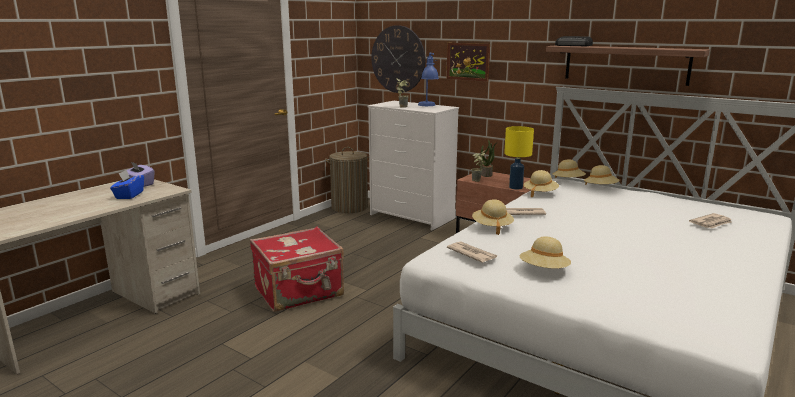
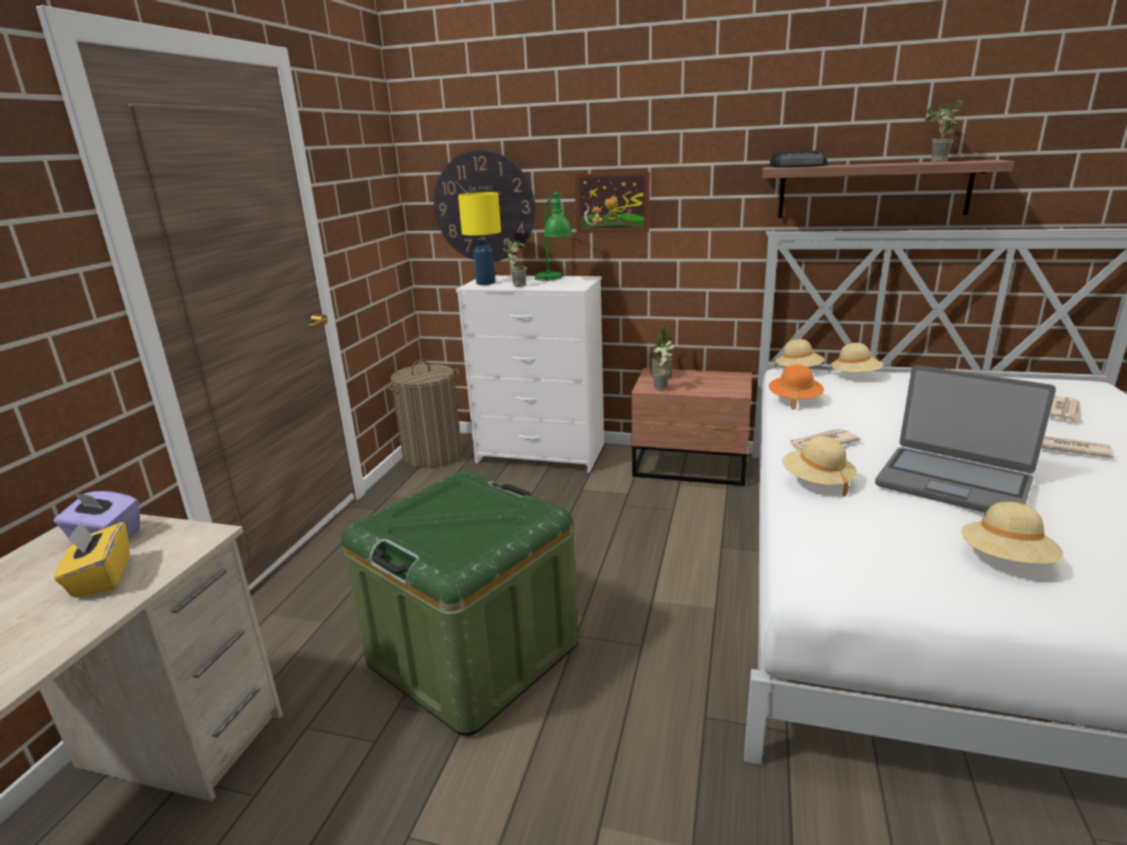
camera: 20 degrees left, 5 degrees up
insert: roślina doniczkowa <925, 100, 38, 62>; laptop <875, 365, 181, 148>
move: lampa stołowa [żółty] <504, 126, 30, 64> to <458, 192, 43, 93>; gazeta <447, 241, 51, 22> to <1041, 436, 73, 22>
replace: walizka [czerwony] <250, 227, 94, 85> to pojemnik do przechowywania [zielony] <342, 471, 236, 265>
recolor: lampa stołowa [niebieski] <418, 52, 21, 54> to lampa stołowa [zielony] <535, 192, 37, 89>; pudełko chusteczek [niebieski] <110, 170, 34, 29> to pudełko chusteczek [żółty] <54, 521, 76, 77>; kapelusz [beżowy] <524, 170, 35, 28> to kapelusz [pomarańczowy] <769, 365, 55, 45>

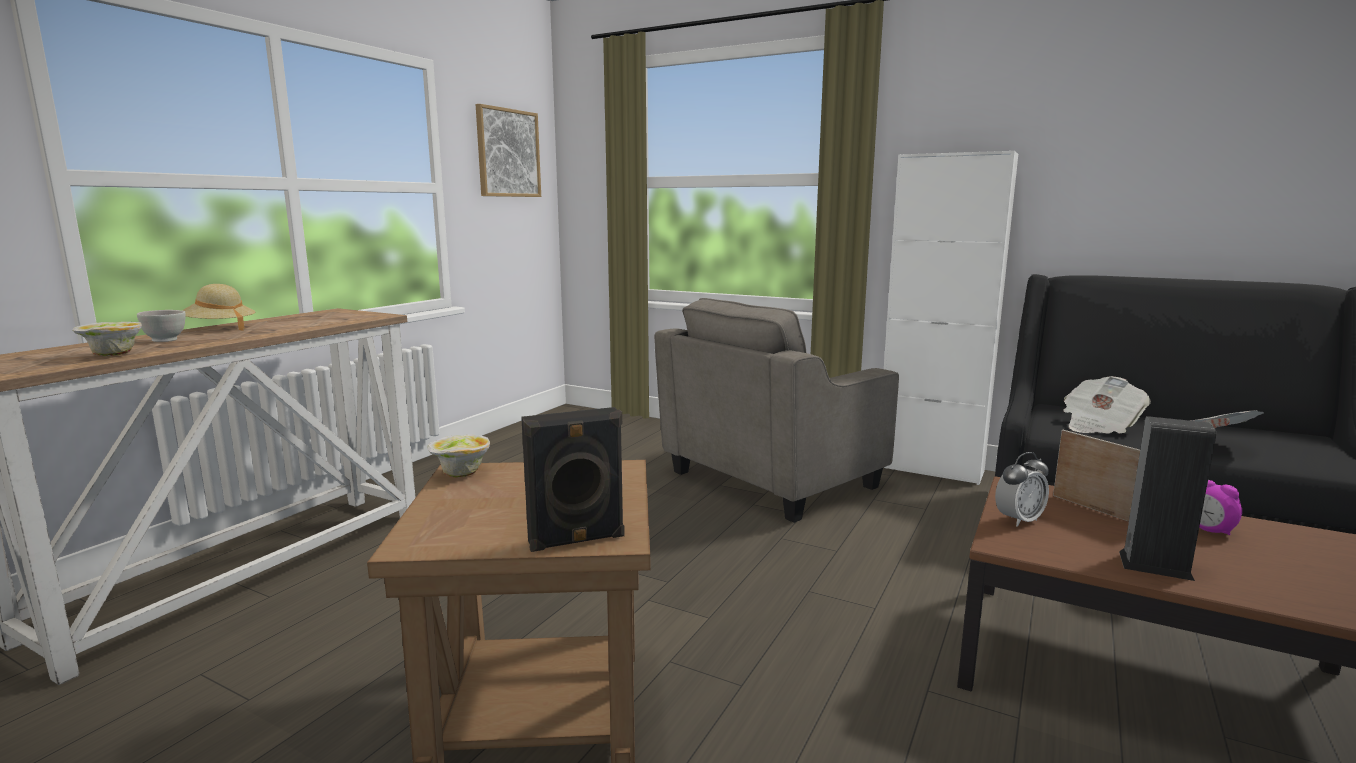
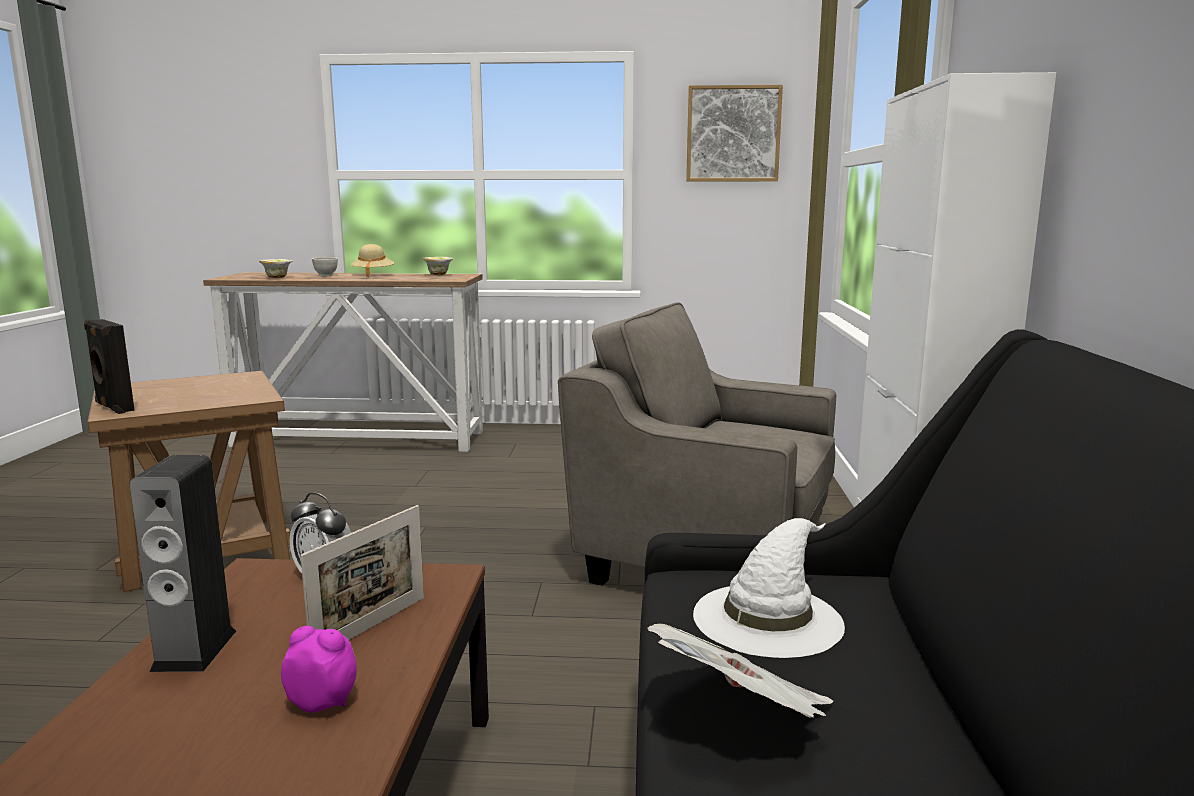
camera: 65 degrees right, 0 degrees up
move: miska <428, 435, 62, 43> to <423, 257, 30, 18>
replace: gazeta <1063, 376, 88, 58> to kapelusz [biały] <693, 518, 152, 140>
rotate: budzik <1199, 480, 43, 55> = <281, 626, 76, 87> 75 degrees clockwise

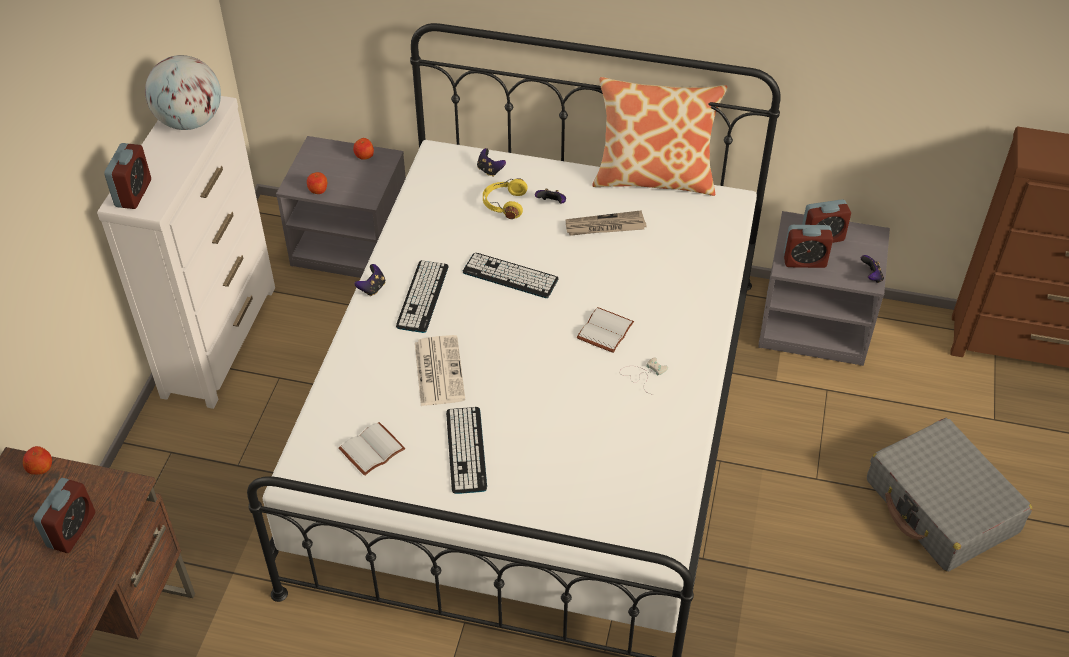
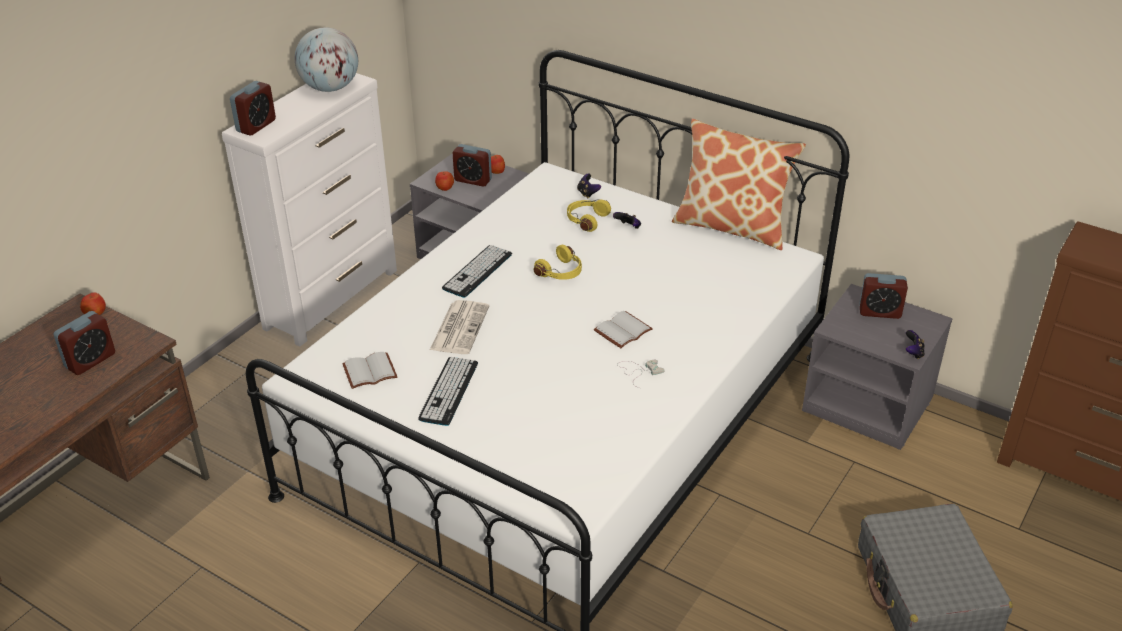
camera: 20 degrees right, 10 degrees down
delete: gazeta <566, 210, 81, 26>; pad do gier <354, 264, 31, 32>
move: budzik <784, 225, 49, 43> to <453, 144, 39, 43>
replace: klawiatura <463, 253, 95, 45> to słuchawki [żółty] <534, 245, 48, 35>

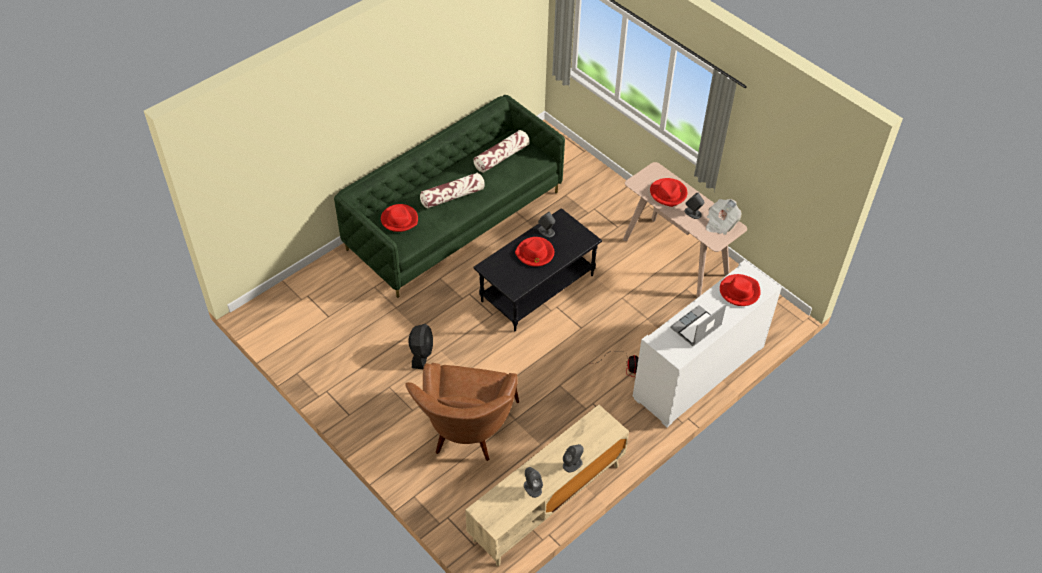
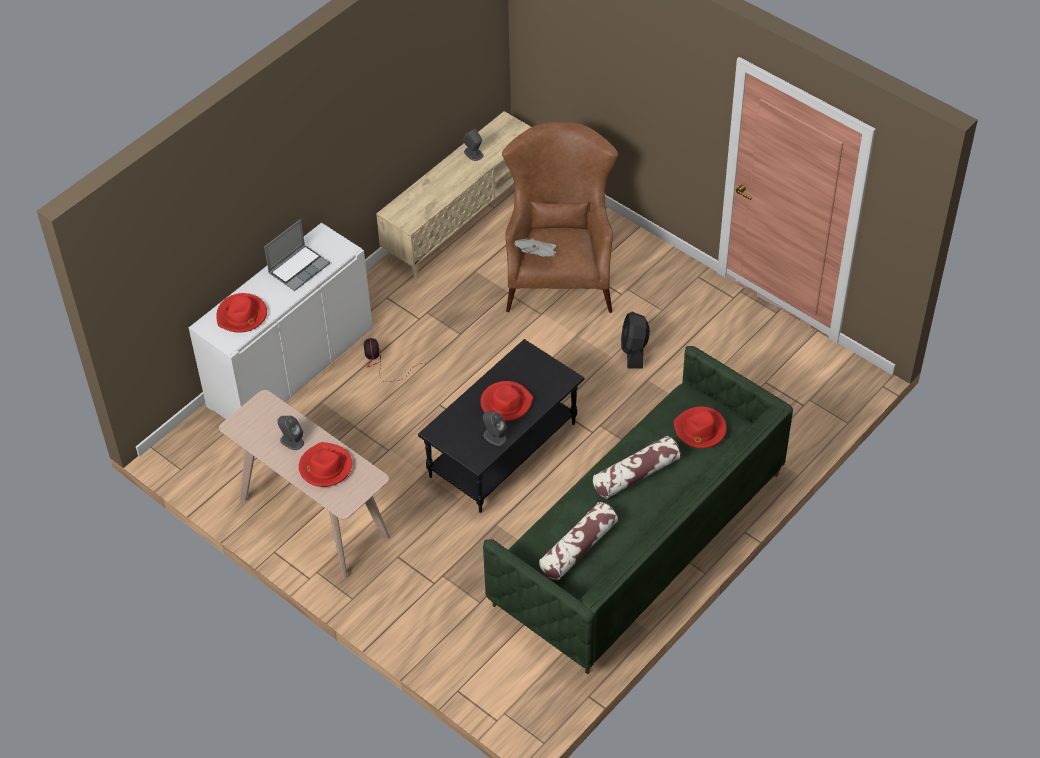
camera: 175 degrees right, 0 degrees up
delete: głośnik [szary] <563, 444, 21, 29>
move: gazeta <706, 199, 35, 36> to <515, 238, 41, 19>

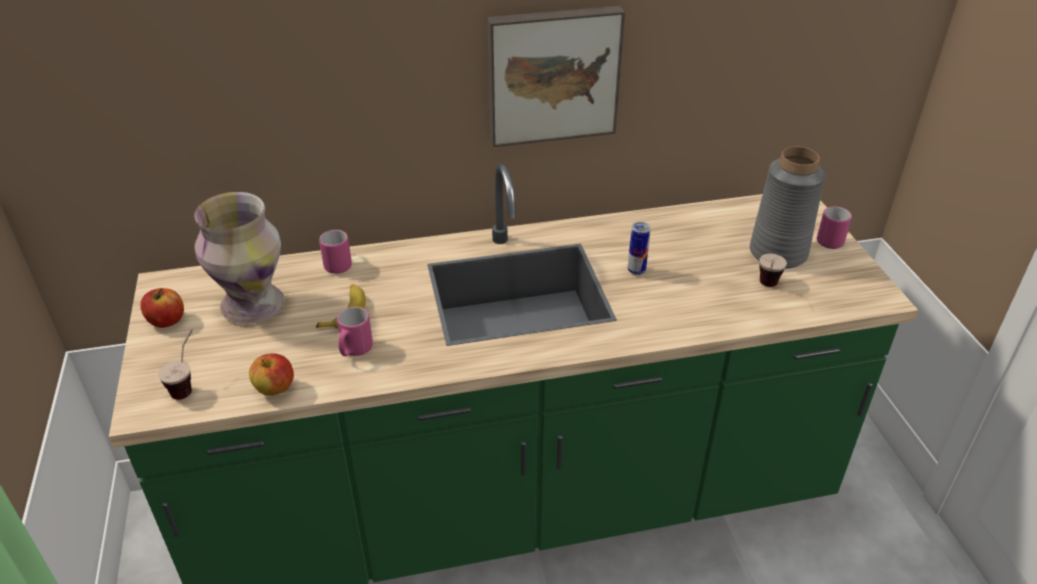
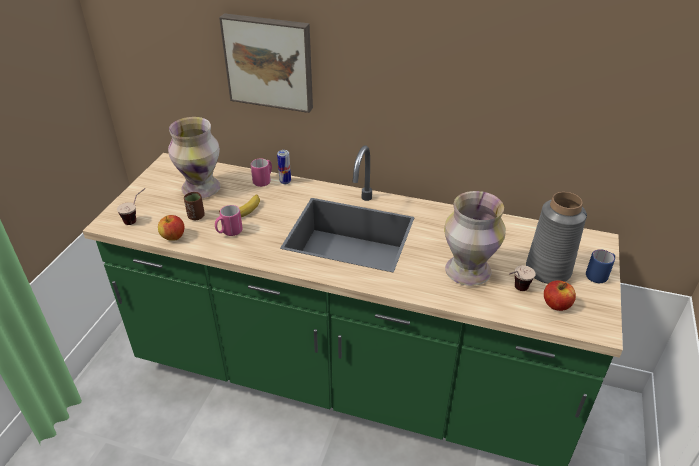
camera: 30 degrees right, 0 degrees up
insert: wazon <444, 191, 62, 95>; filiżanka [brązowy] <184, 192, 21, 28>
move: obraz <487, 6, 138, 141> to <219, 13, 94, 100>; puszka <628, 222, 23, 53> to <277, 150, 14, 34>; jabłko <140, 288, 44, 40> to <544, 280, 32, 31>
recolor: kubek [różowy] <817, 206, 35, 43> to kubek [niebieski] <586, 249, 29, 34>

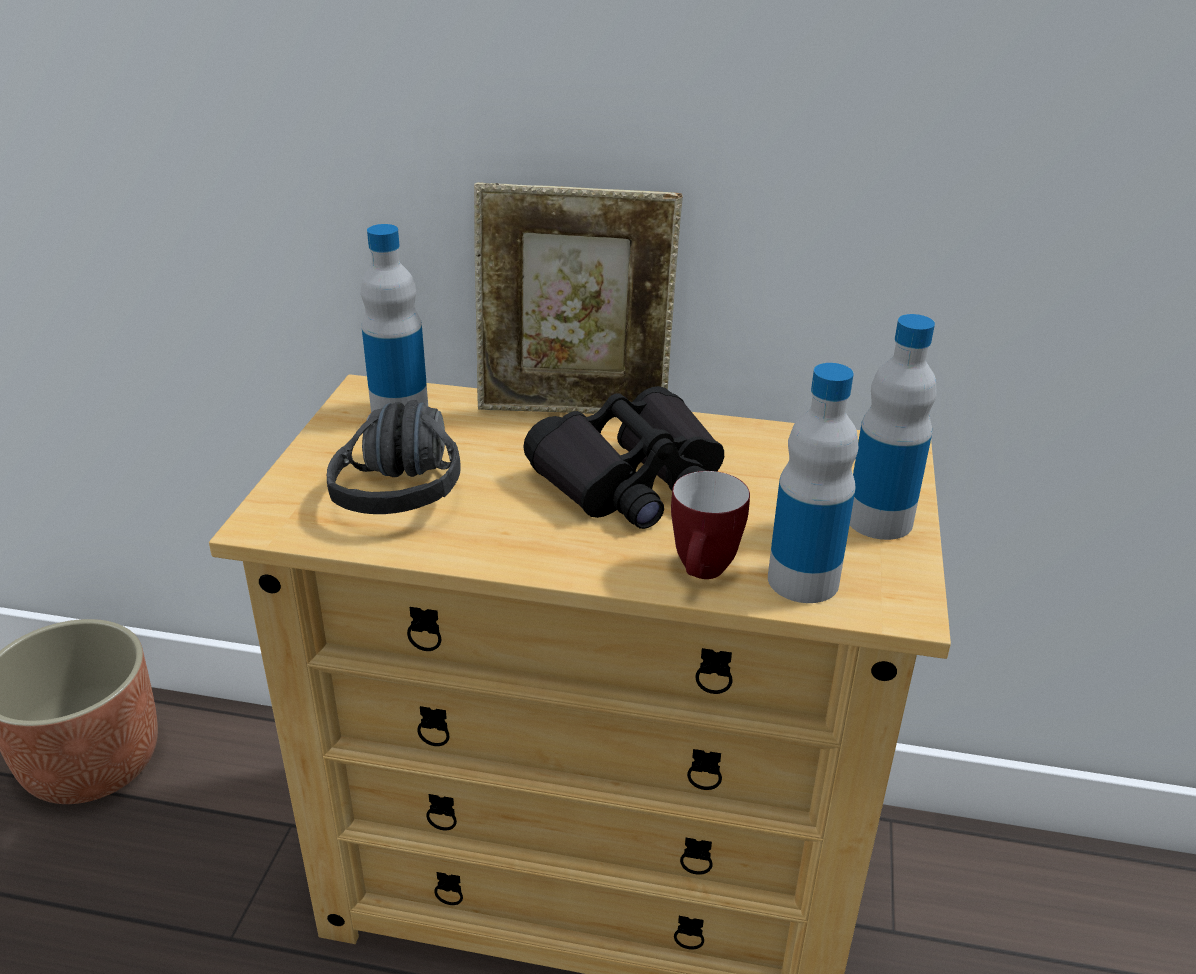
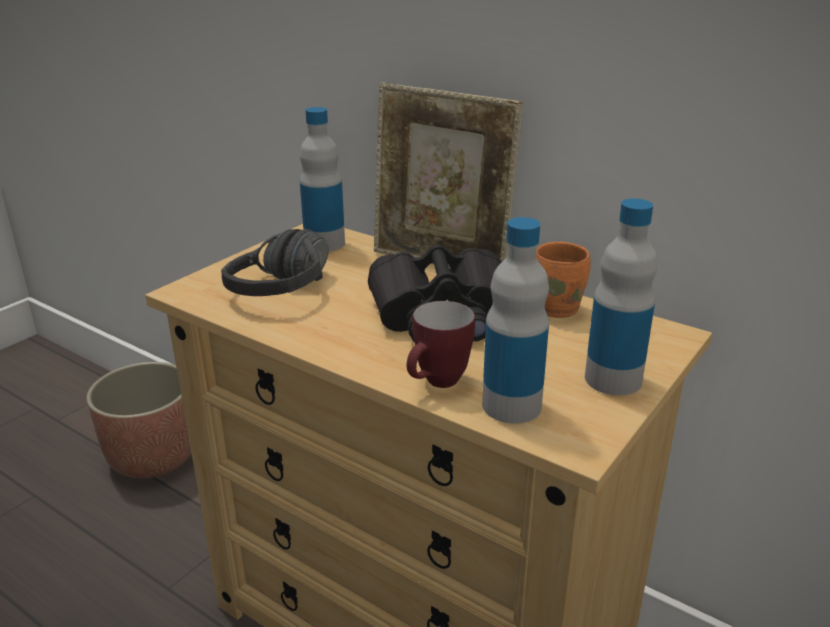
camera: 25 degrees right, 5 degrees down
insert: kubek [pomarańczowy] <536, 242, 54, 76>

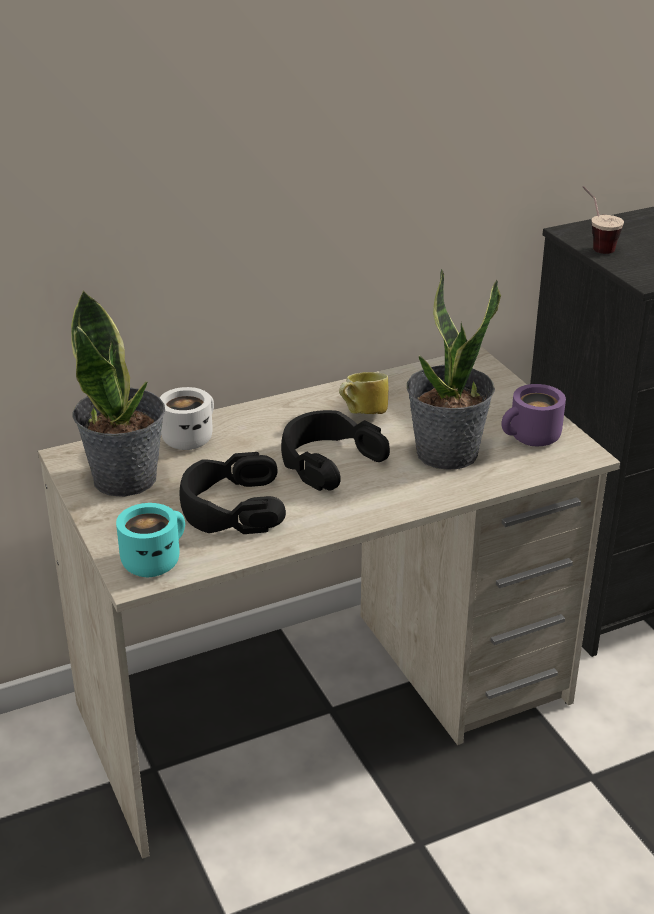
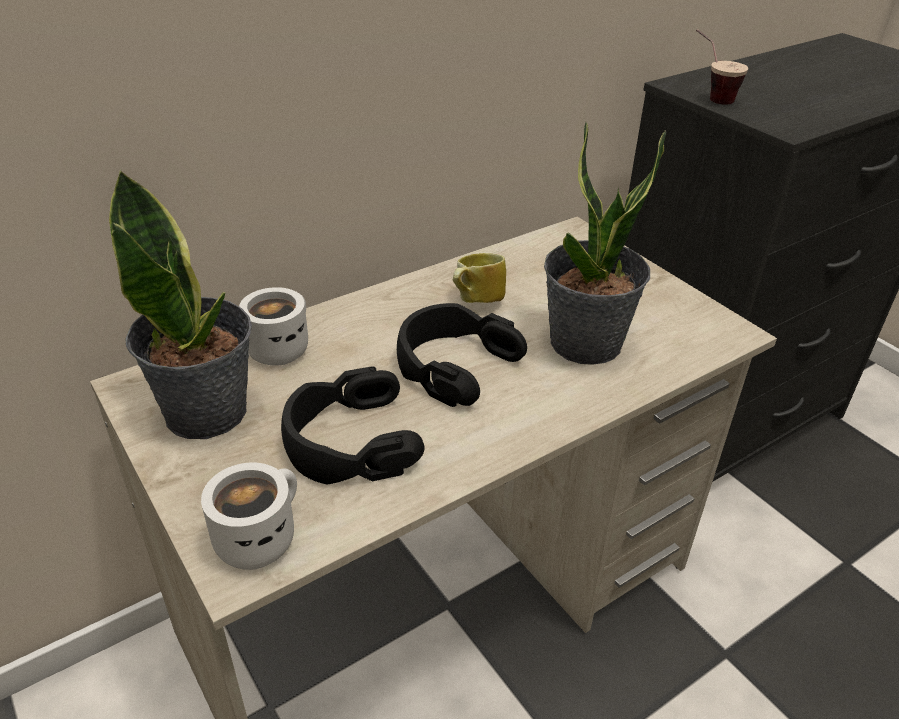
camera: 10 degrees left, 5 degrees up
delete: kubek [fioletowy] <501, 384, 65, 62>
recolor: kubek [turkusowy] <116, 503, 69, 74> to kubek [biały] <201, 462, 96, 108>

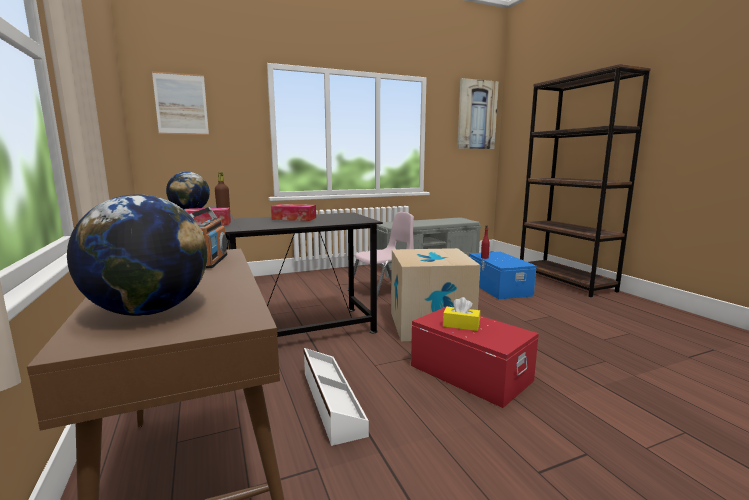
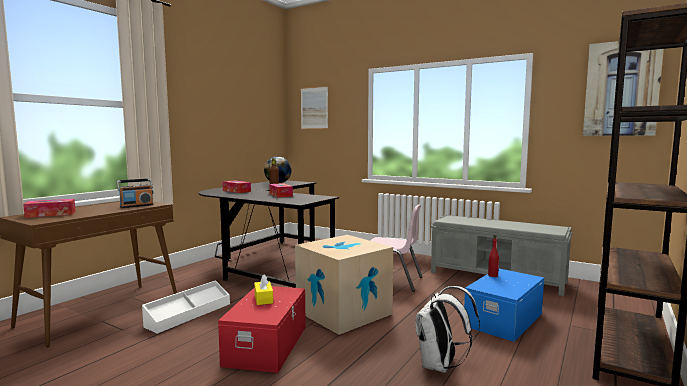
camera: 55 degrees right, 5 degrees down
insert: plecak [biały] <416, 286, 64, 87>
replace: globus <67, 194, 140, 122> to pudełko chusteczek <23, 199, 53, 19>

